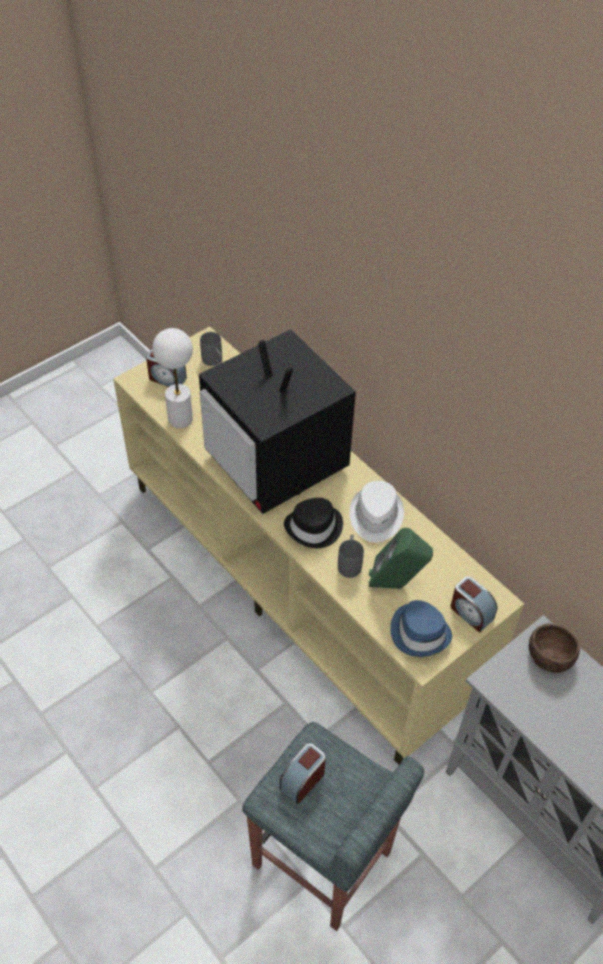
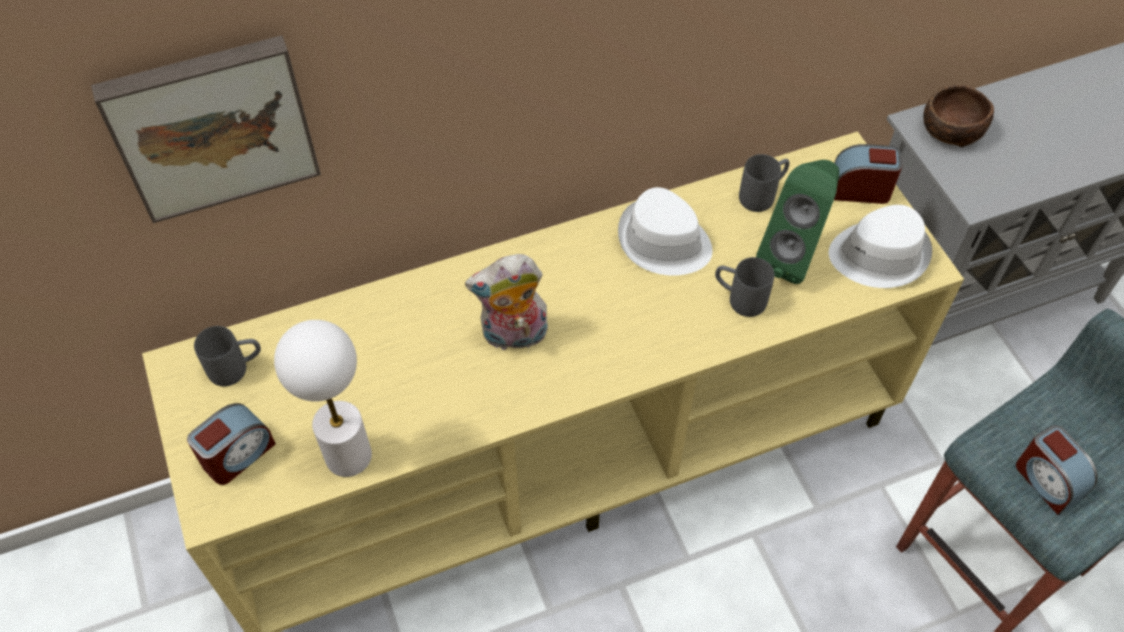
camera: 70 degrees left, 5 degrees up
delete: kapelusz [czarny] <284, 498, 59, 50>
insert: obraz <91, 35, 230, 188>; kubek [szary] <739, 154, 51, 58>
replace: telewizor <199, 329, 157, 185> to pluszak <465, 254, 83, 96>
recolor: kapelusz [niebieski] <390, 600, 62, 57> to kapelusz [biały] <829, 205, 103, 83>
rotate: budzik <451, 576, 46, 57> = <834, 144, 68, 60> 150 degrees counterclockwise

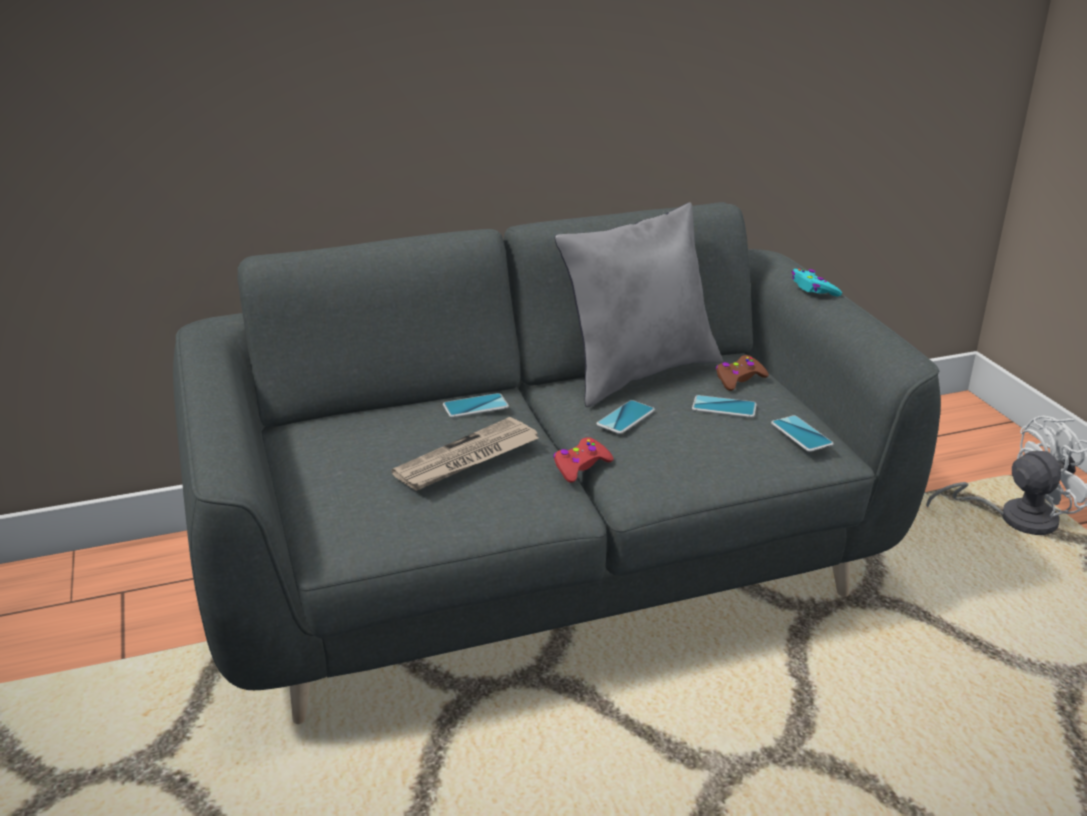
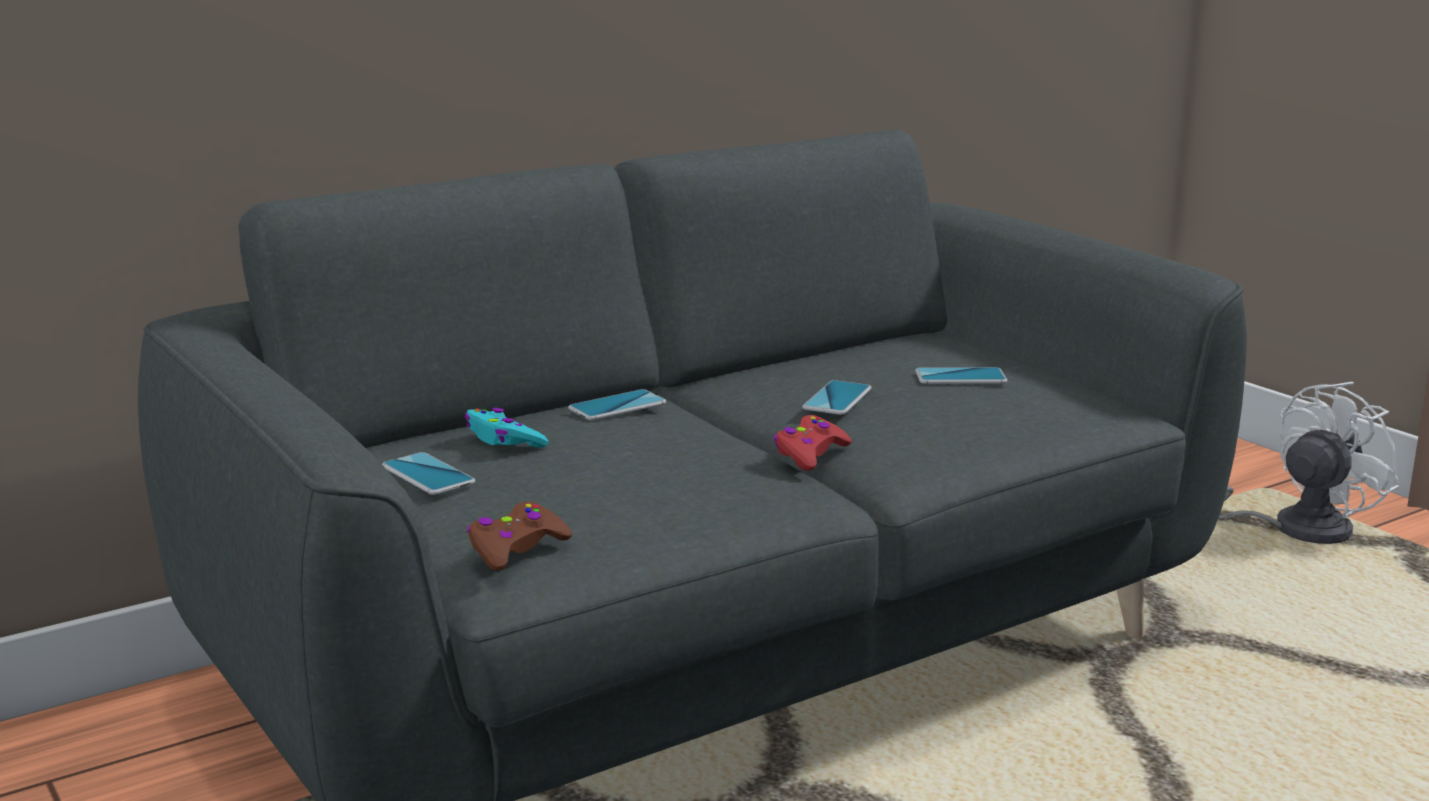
camera: 15 degrees left, 10 degrees down
delete: poduszka [szary] <555, 202, 168, 205>; gazeta <391, 417, 147, 74>
move: pad do gier [turkusowy] <792, 268, 50, 29> to <465, 408, 84, 40>; pad do gier [brązowy] <716, 355, 53, 36> to <467, 501, 105, 70>; telefon <771, 415, 63, 37> to <382, 452, 93, 43>

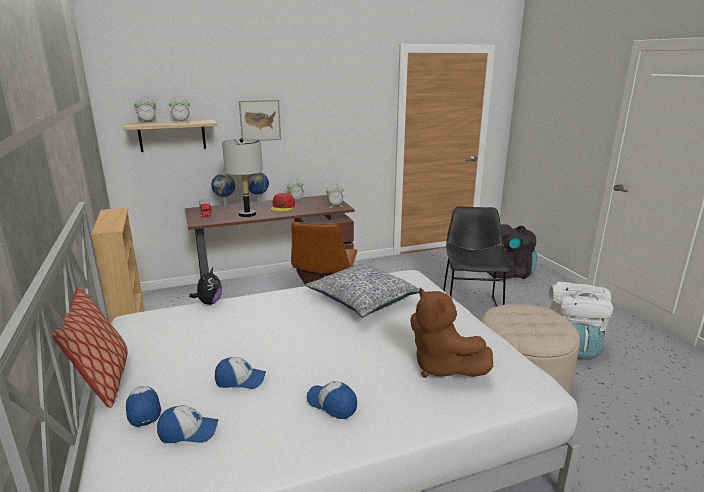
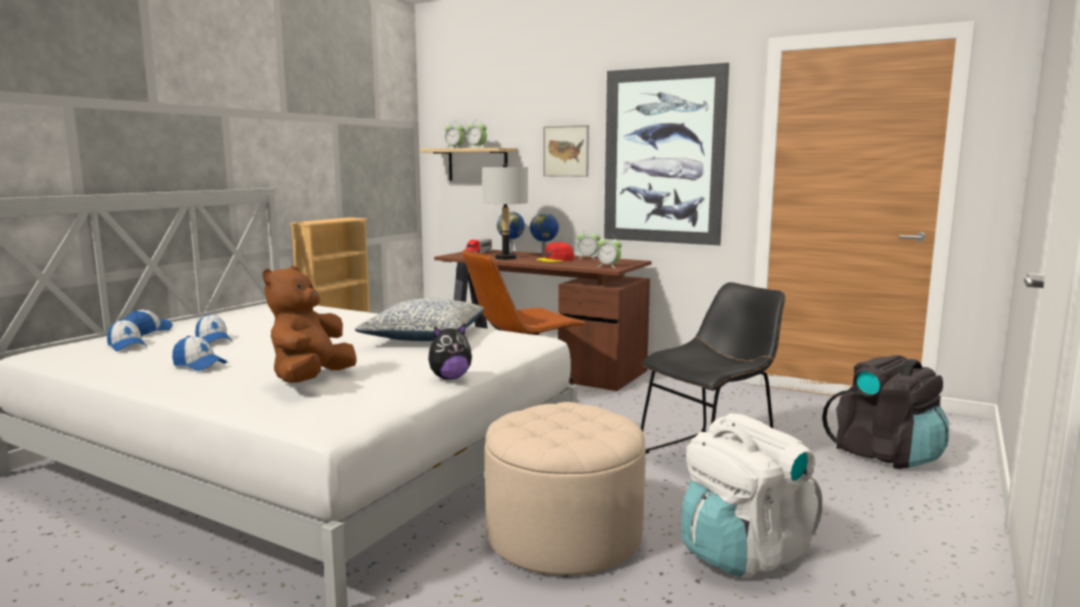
camera: 50 degrees right, 10 degrees down
delete: poduszka <52, 287, 76, 121>
insert: obraz <604, 63, 125, 182>
move: pluszak <189, 268, 33, 37> to <428, 323, 44, 57>
rotate: czapka z daszkiem <307, 381, 50, 38> = <172, 336, 55, 35> 120 degrees clockwise

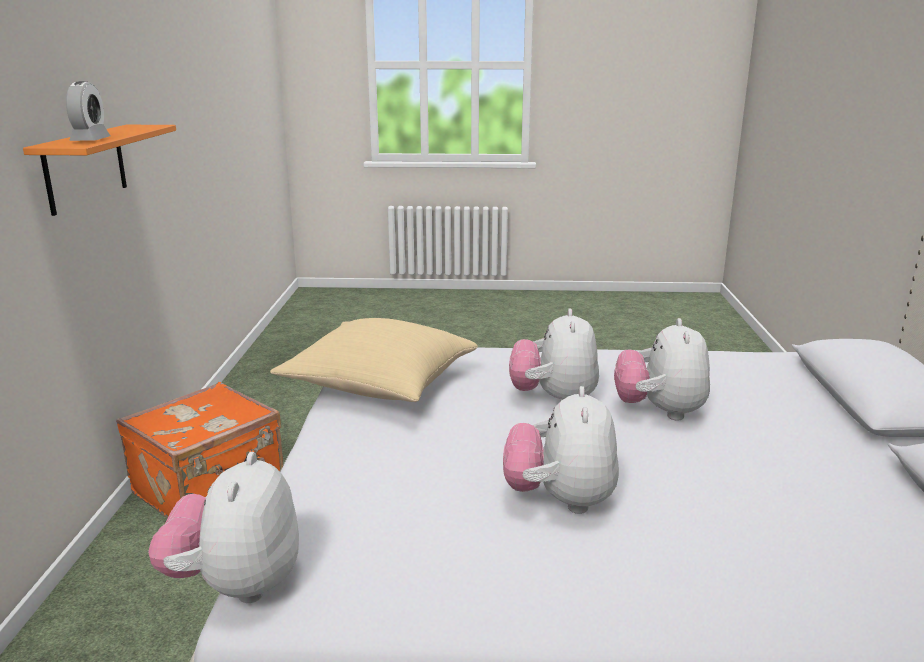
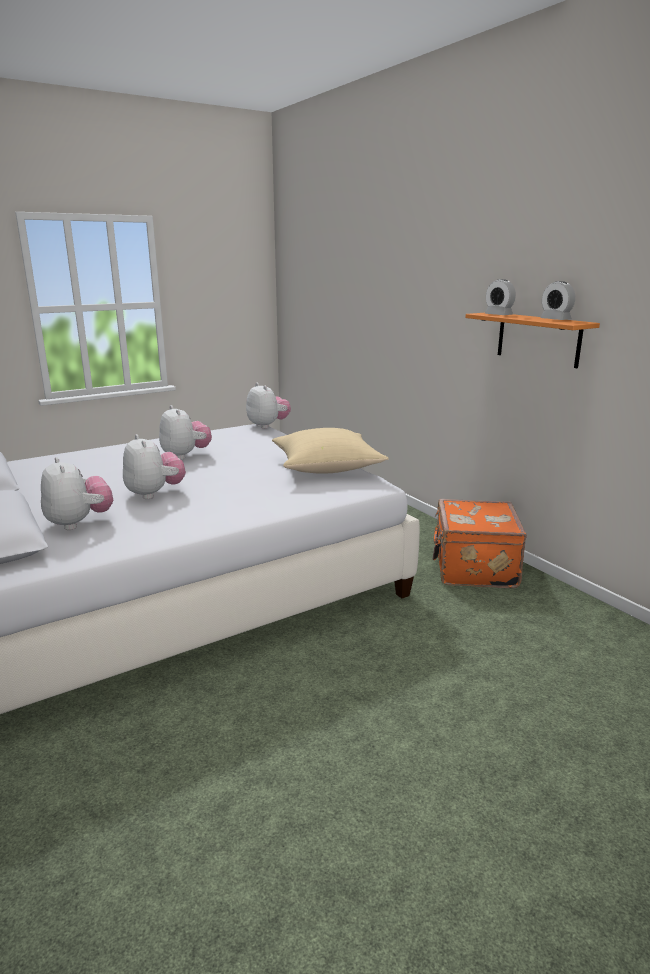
camera: 145 degrees right, 0 degrees up
insert: budzik <540, 281, 35, 39>
move: pluszak <509, 309, 90, 92> to <41, 457, 72, 73>

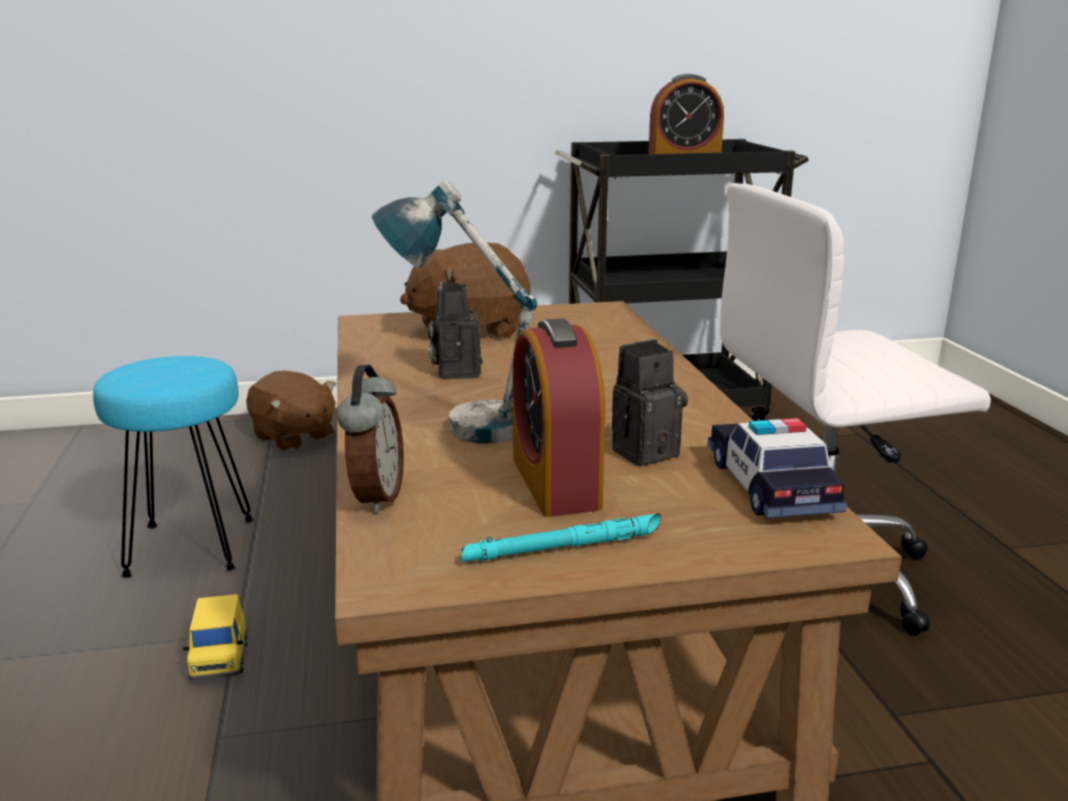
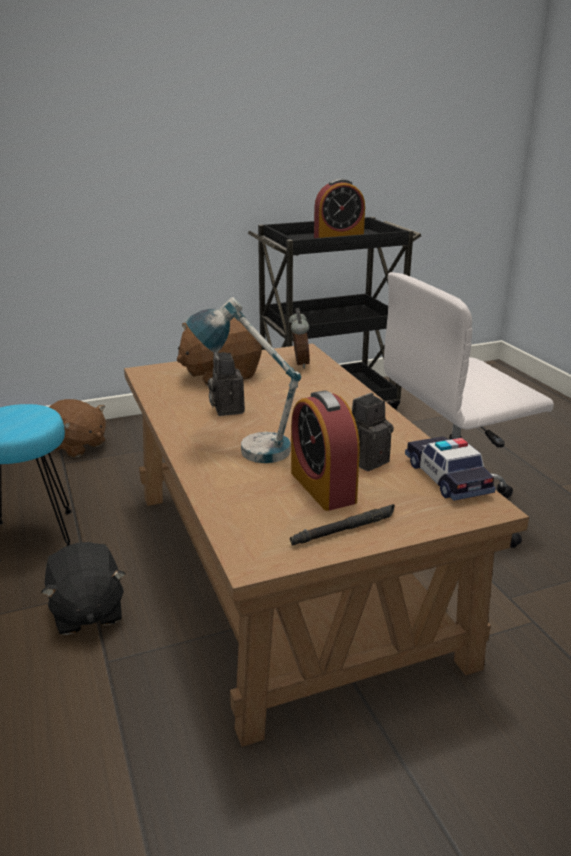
camera: 10 degrees left, 5 degrees up
move: budzik <337, 365, 67, 148> to <289, 308, 21, 61>
replace: samochodzik [żółty] <183, 594, 65, 87> to pluszak [czarny] <41, 542, 84, 93>
recolor: latarka [turkusowy] <461, 513, 200, 49> to latarka [czarny] <290, 504, 104, 42>

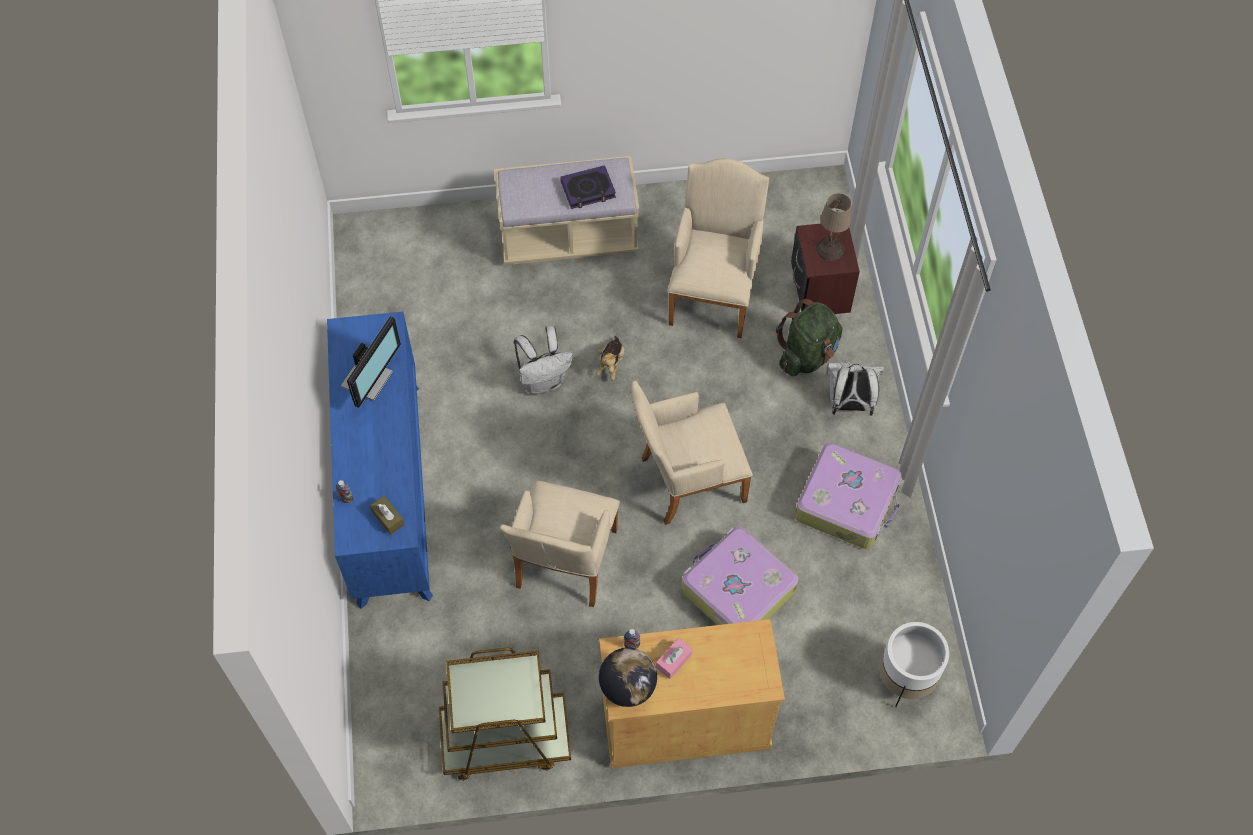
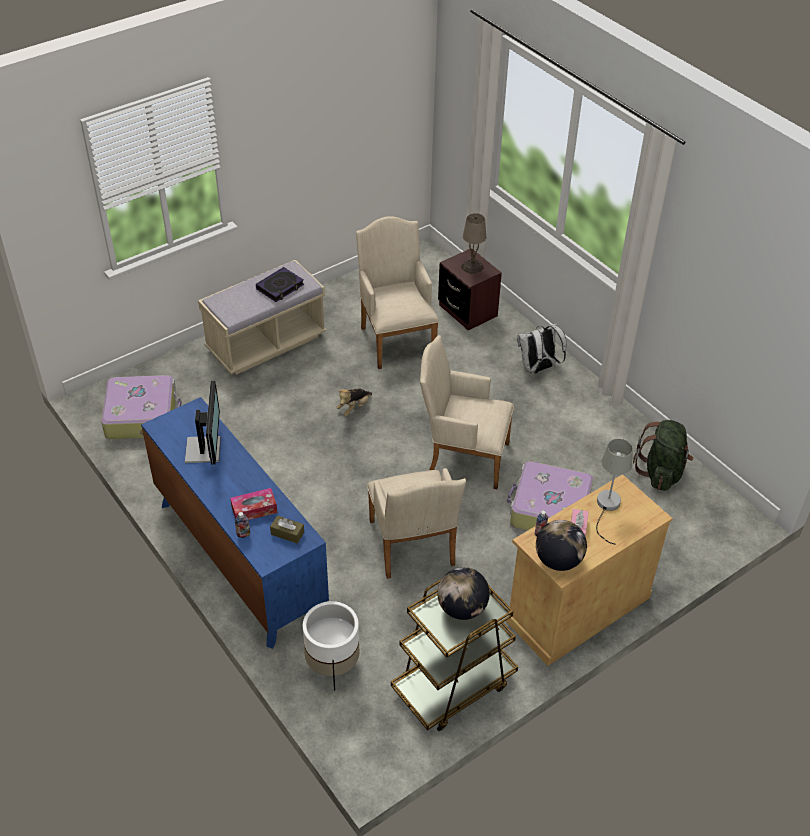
camera: 30 degrees left, 15 degrees down
delete: plecak [biały] <513, 326, 60, 68>
insert: lampa stołowa [szary] <596, 439, 36, 106>; pudełko chusteczek <230, 488, 47, 32>; globus <437, 567, 53, 53>
move: plecak [zielony] <776, 299, 67, 77> to <633, 420, 60, 71>; walizka <795, 443, 107, 106> to <101, 375, 81, 64>; donica [biały] <879, 622, 70, 85> to <303, 601, 57, 90>
rotate: pluszak <596, 336, 28, 44> = <337, 389, 35, 27> 60 degrees clockwise; fotel [beżowy] <631, 381, 122, 144> = <420, 335, 94, 154> 60 degrees clockwise

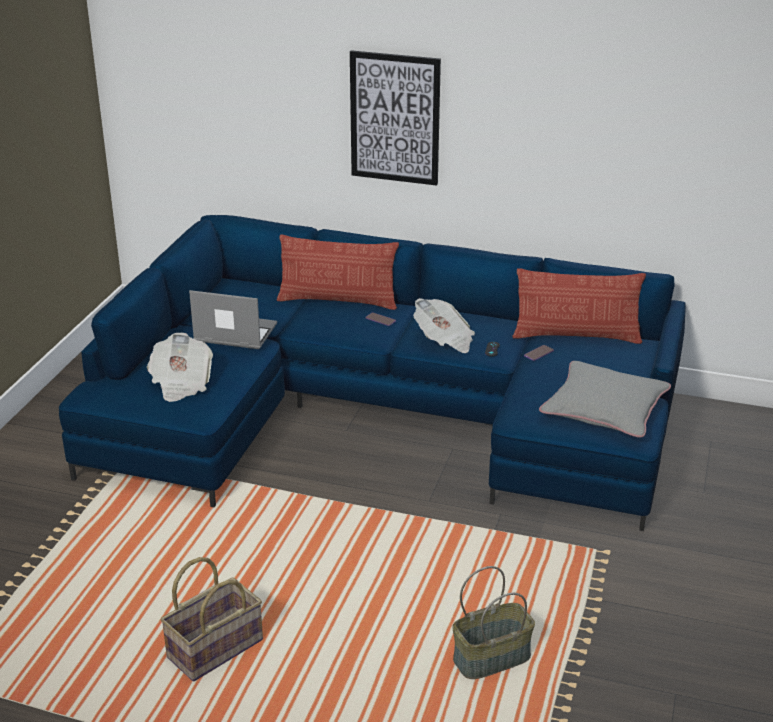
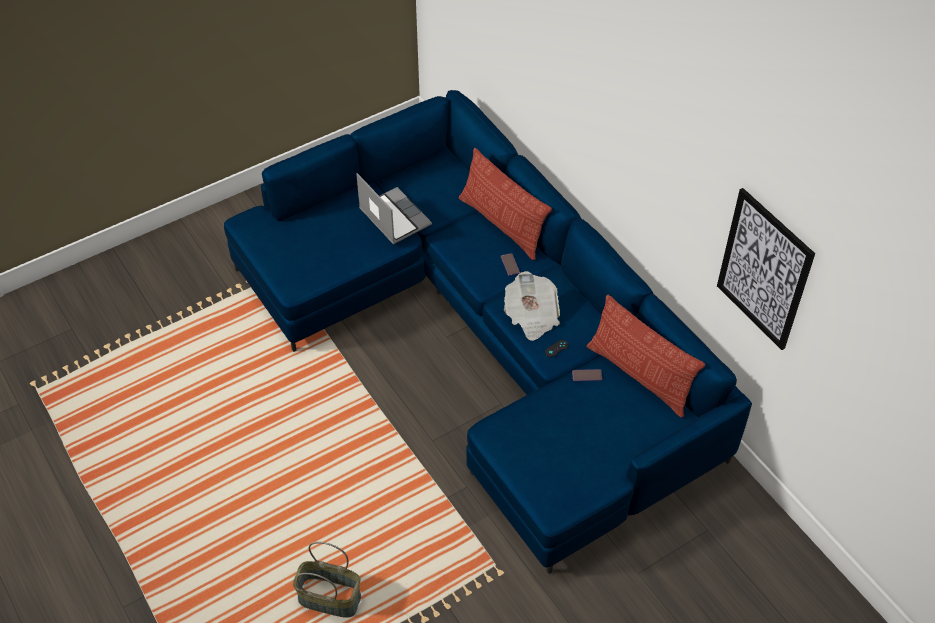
camera: 40 degrees right, 20 degrees up
delete: gazeta <147, 333, 66, 69>; poduszka [szary] <539, 361, 132, 76>; koszyk <161, 557, 102, 124>
move: obraz <350, 50, 91, 136> to <717, 188, 98, 162>

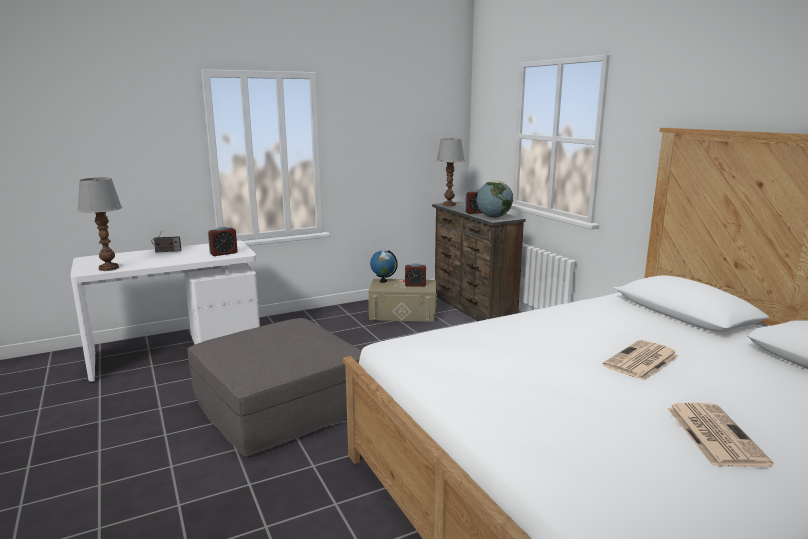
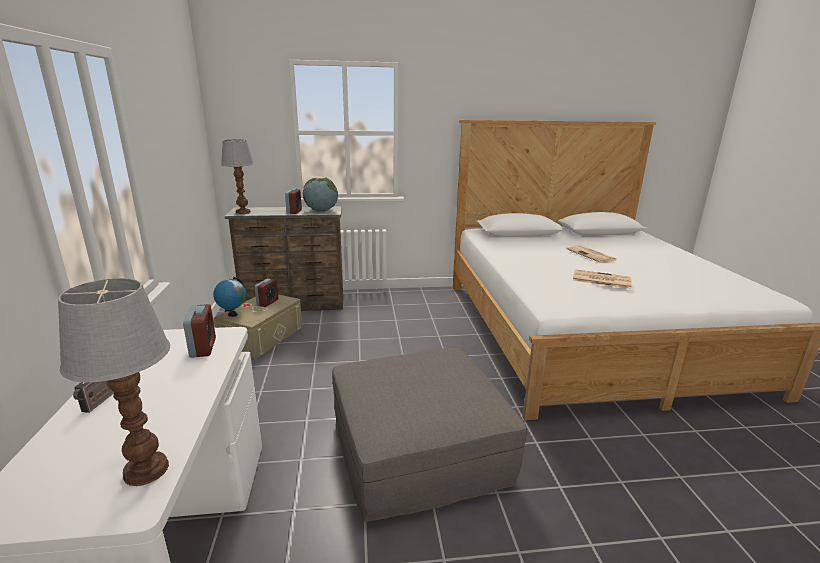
camera: 70 degrees left, 5 degrees up
move: gazeta <667, 403, 106, 64> to <573, 269, 59, 20>

